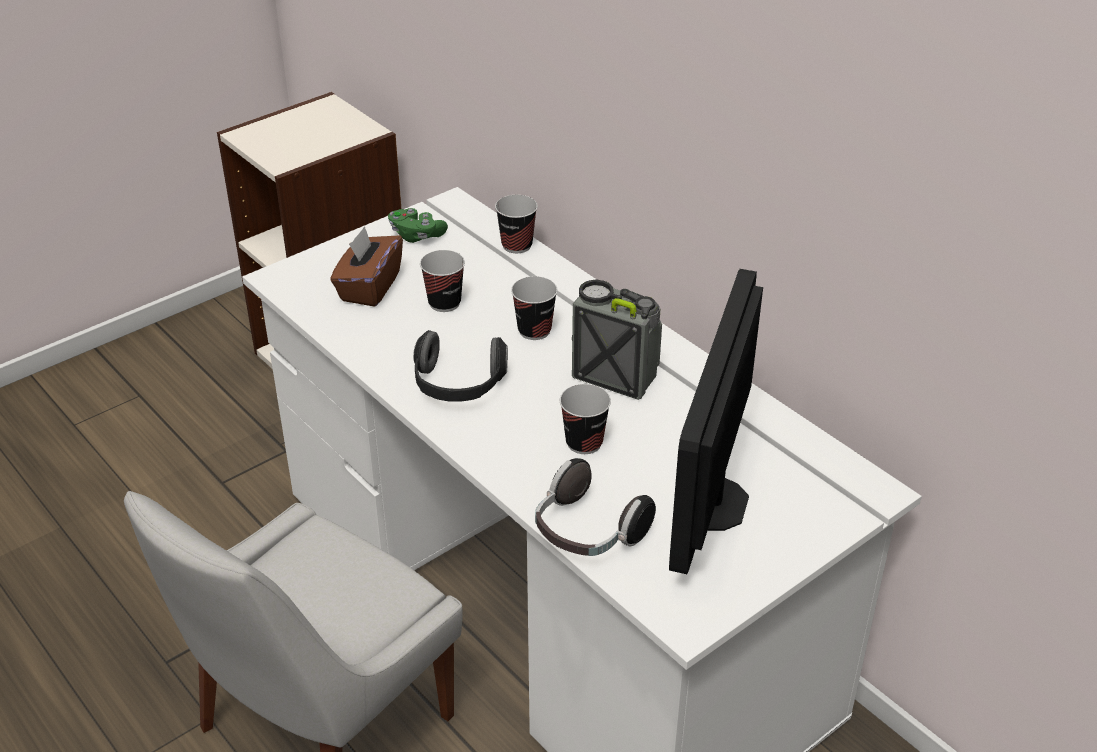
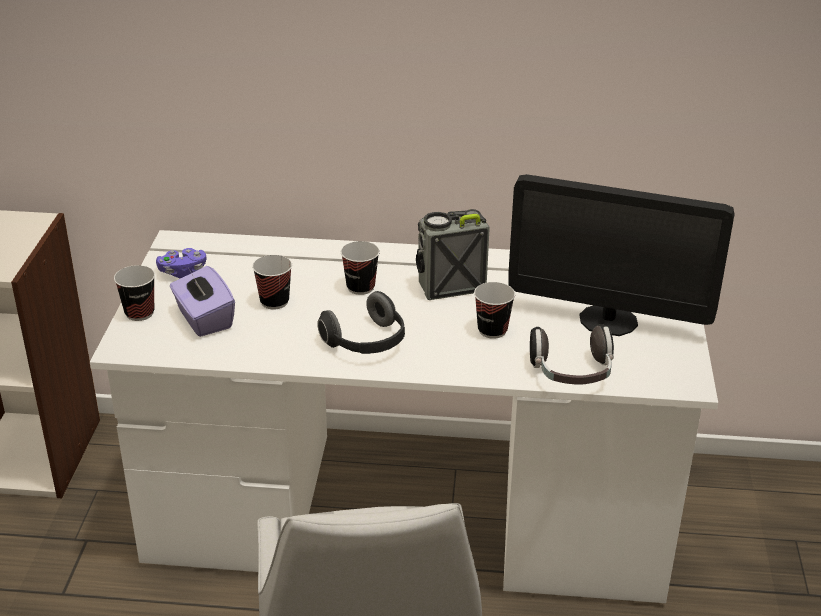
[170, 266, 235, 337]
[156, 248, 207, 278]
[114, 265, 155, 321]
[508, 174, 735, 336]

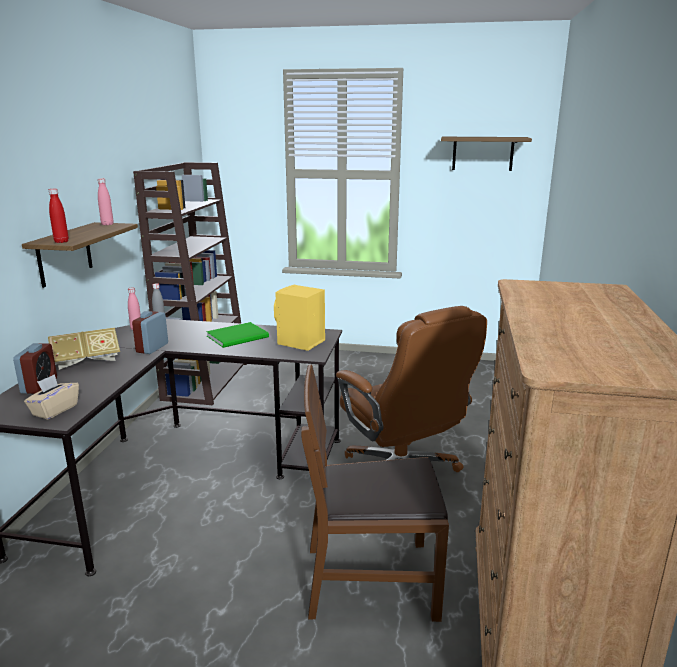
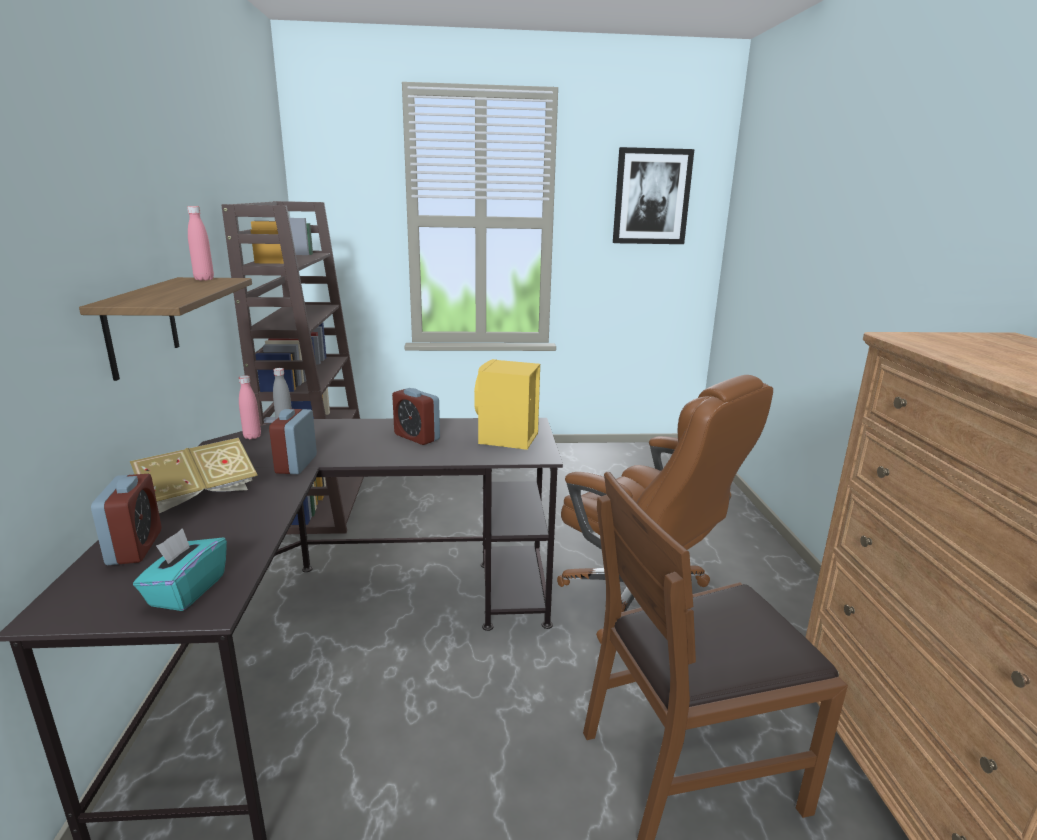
[133, 528, 227, 611]
[49, 189, 69, 243] (first image)
[392, 388, 440, 445]
[613, 147, 694, 244]

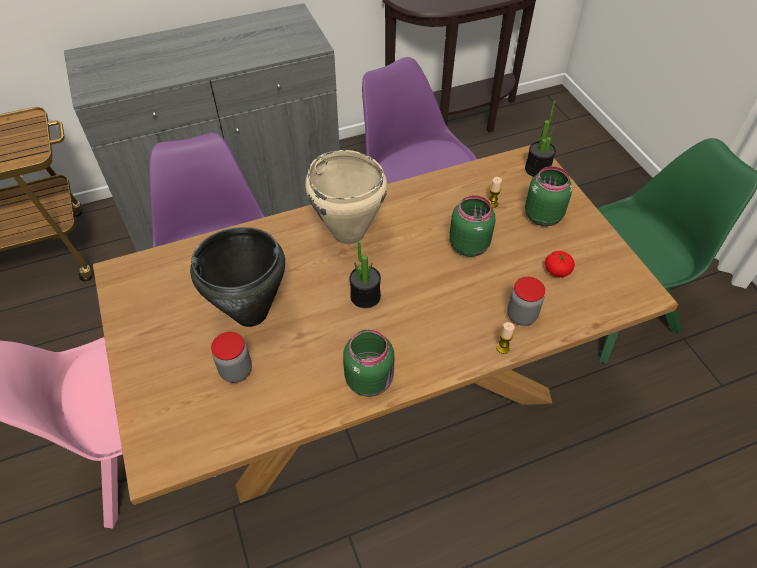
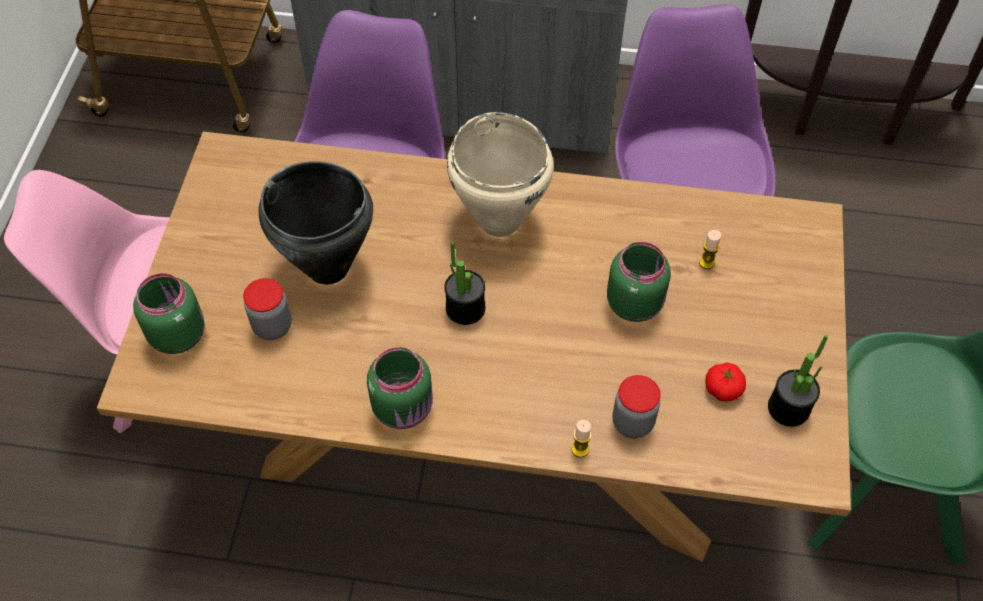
[768, 334, 828, 427]
[133, 273, 205, 354]

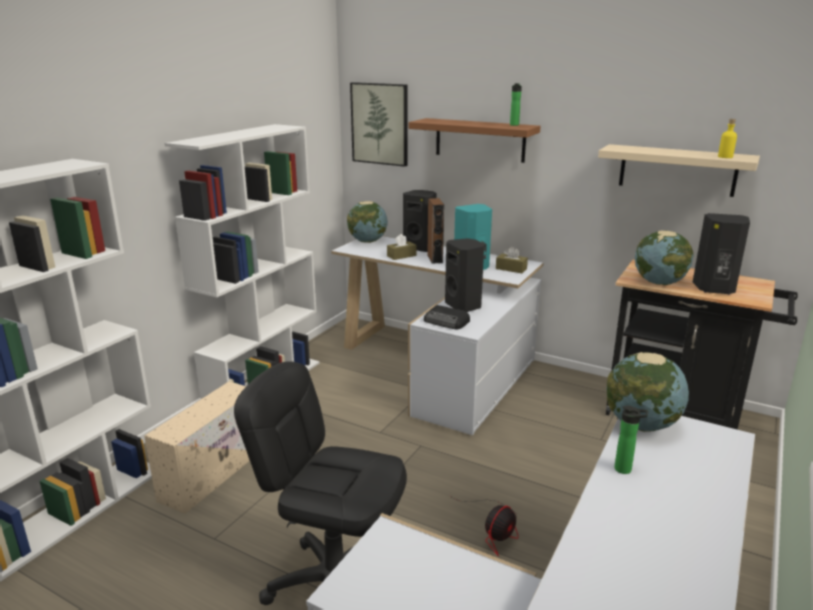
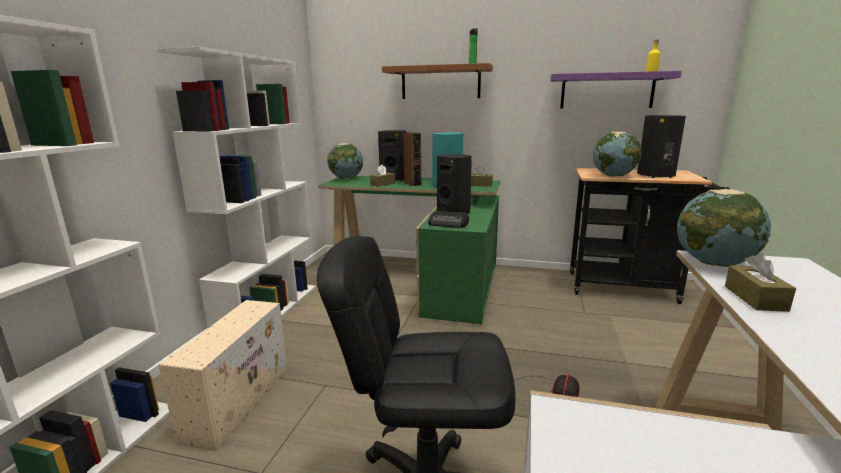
[318, 176, 500, 324]
[350, 82, 407, 167] (first image)
[550, 71, 682, 109]
[725, 253, 796, 312]

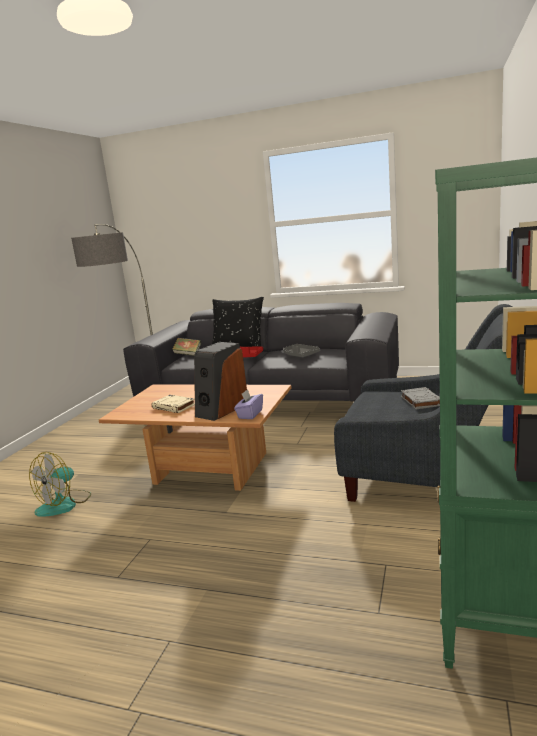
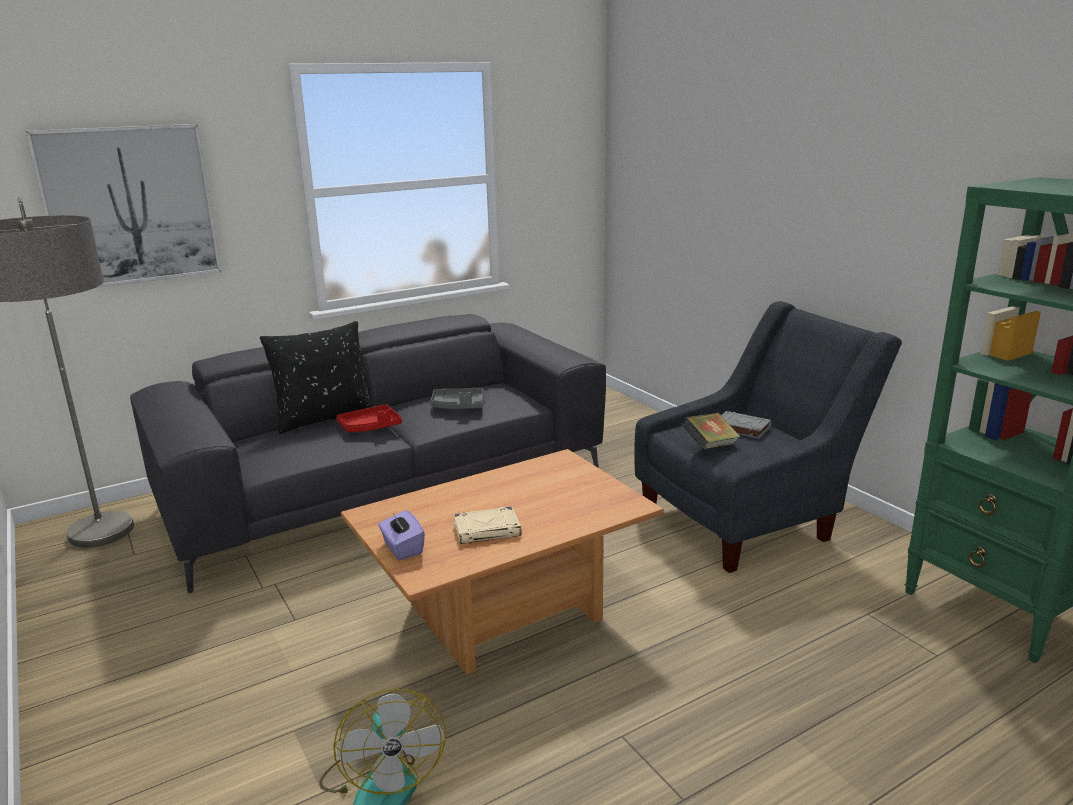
[681, 413, 740, 449]
[194, 342, 247, 421] (first image)
[378, 510, 425, 560]
[26, 124, 222, 288]

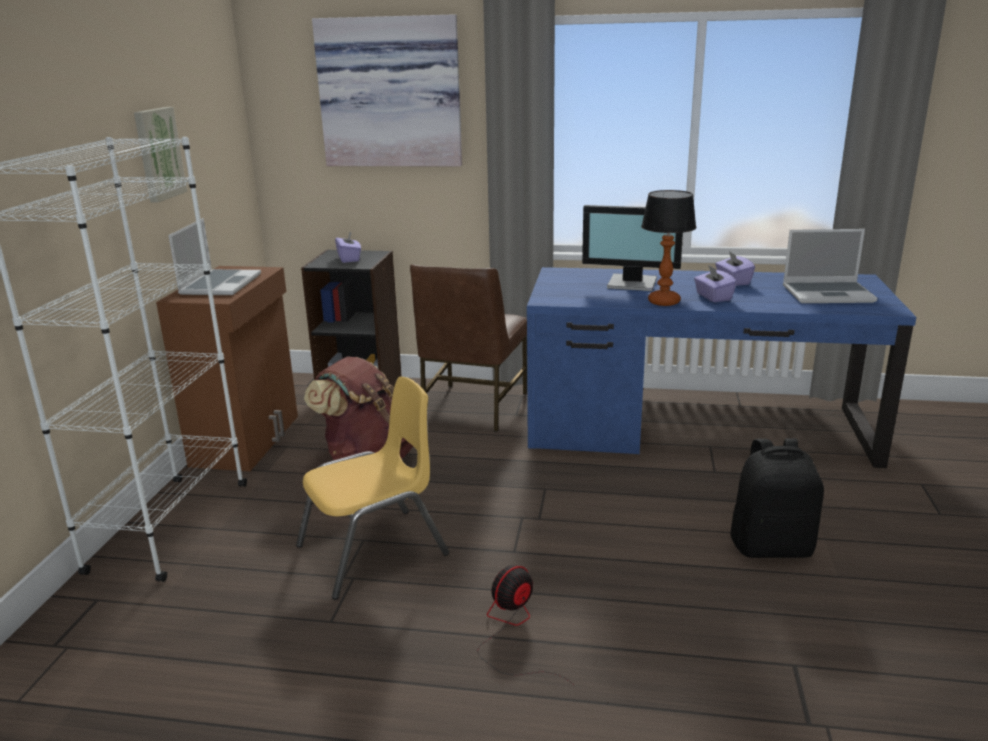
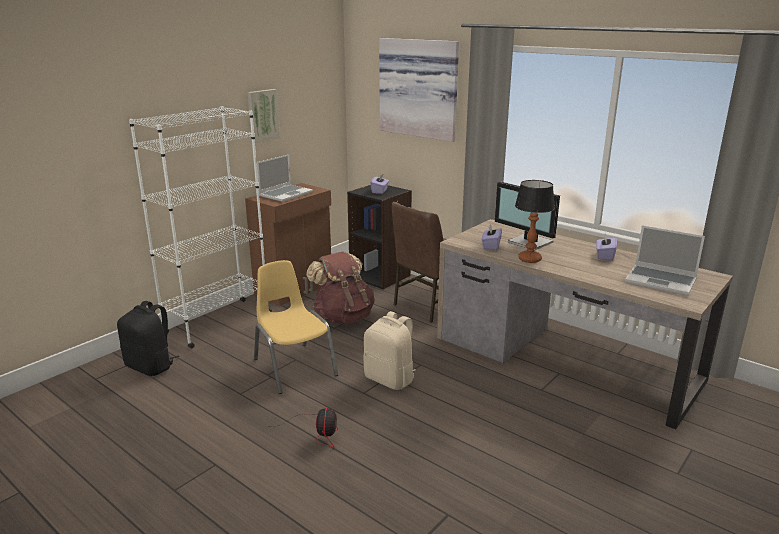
[254, 260, 338, 394]
[264, 407, 338, 448]
[437, 219, 733, 429]
[482, 224, 502, 250]
[117, 301, 179, 376]
[363, 311, 416, 390]

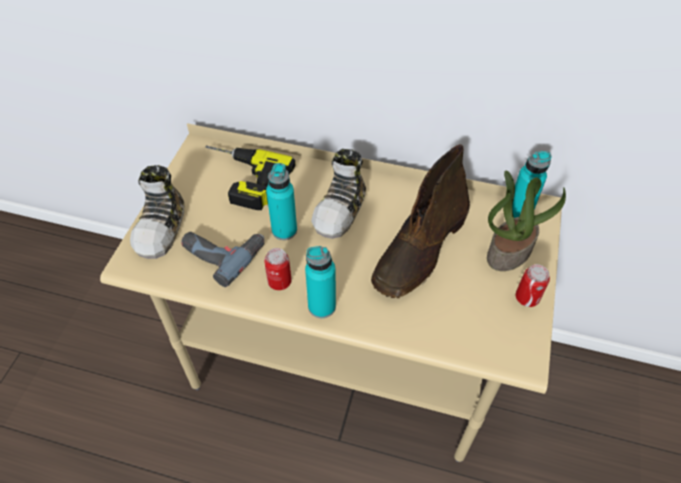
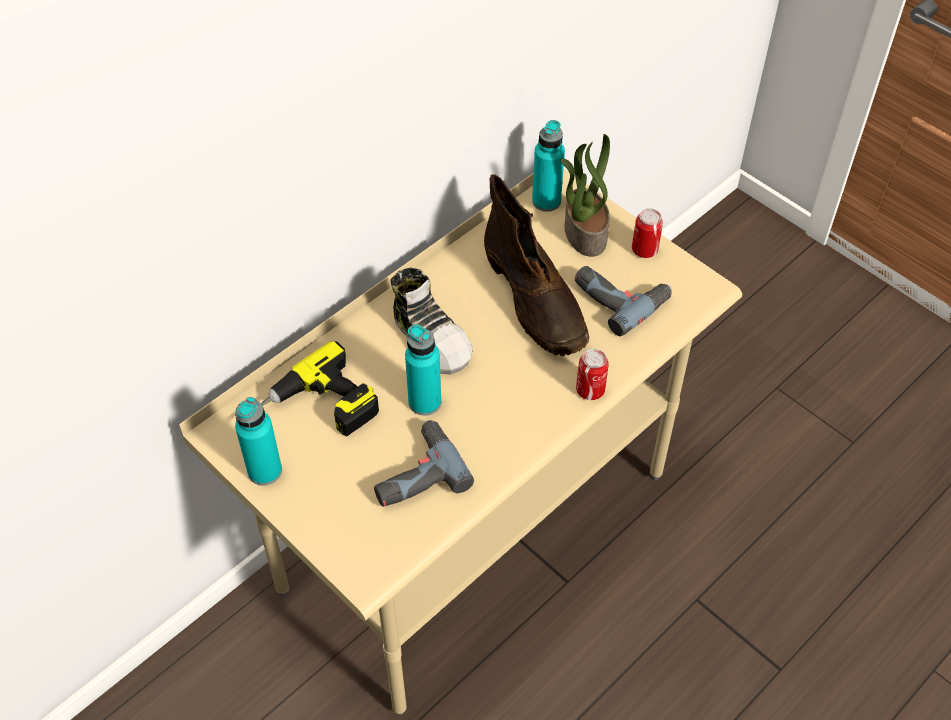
[130, 165, 184, 259] (first image)
[576, 349, 609, 400]
[235, 397, 282, 485]
[575, 266, 672, 336]

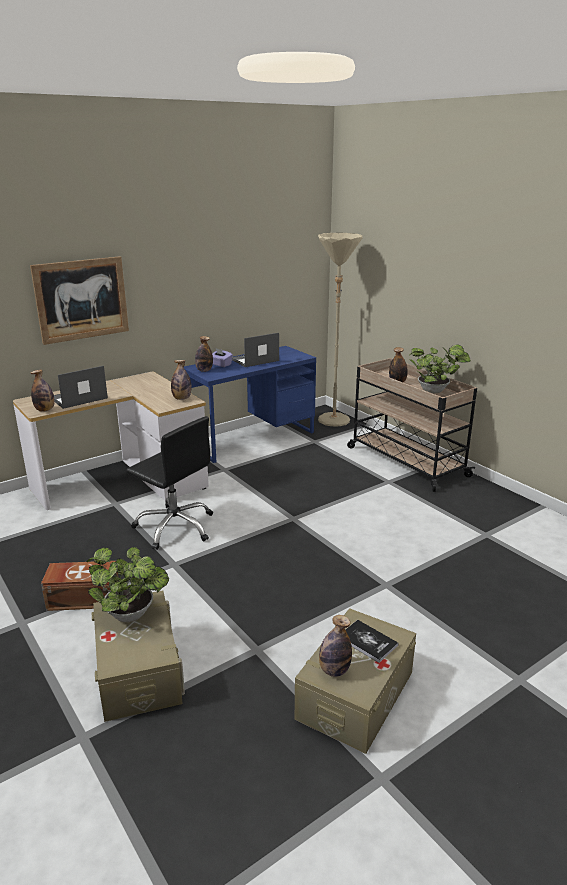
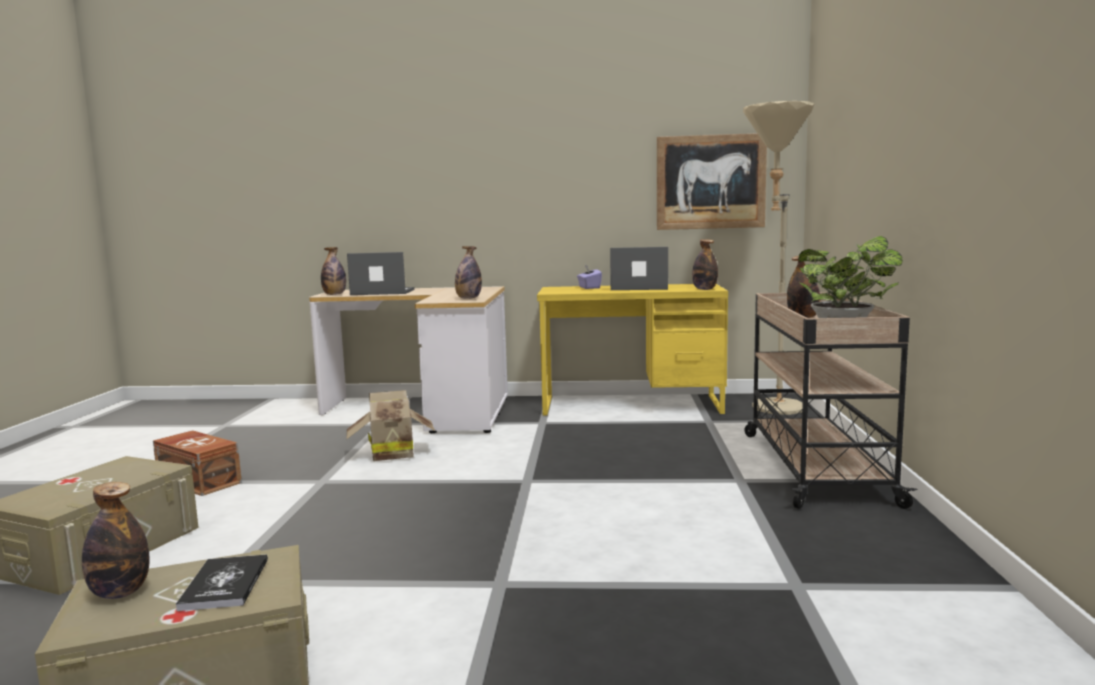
[657, 133, 767, 230]
[87, 547, 169, 622] (first image)
[346, 390, 435, 461]
[537, 284, 728, 416]
[692, 239, 718, 290]

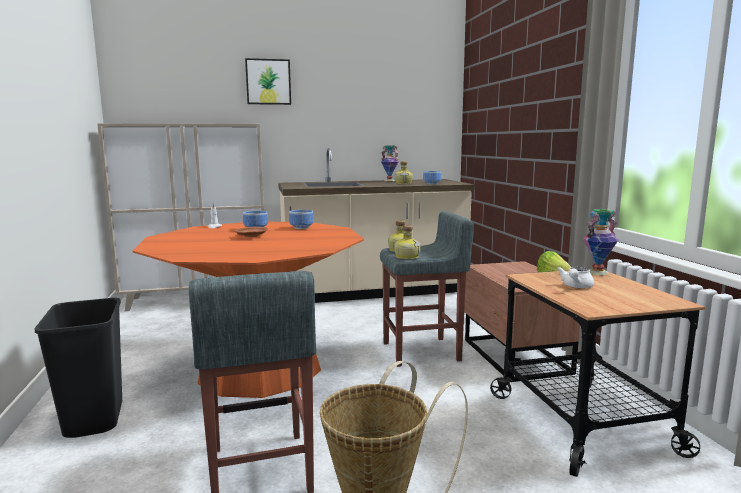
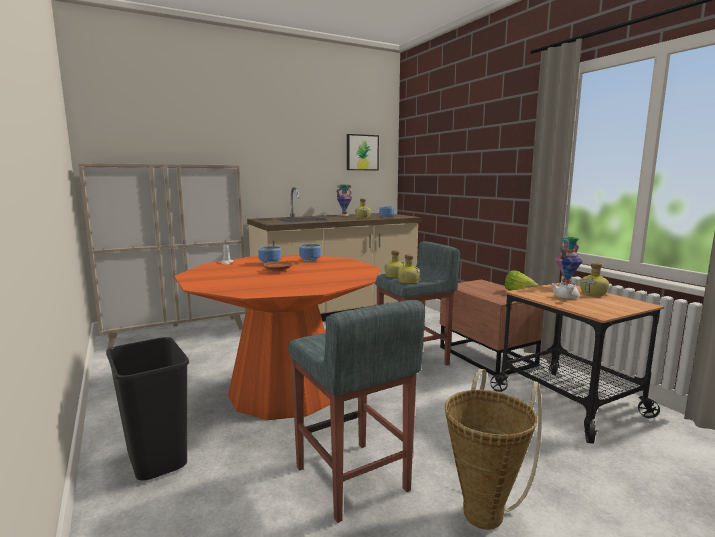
[347, 134, 379, 170]
[580, 262, 609, 296]

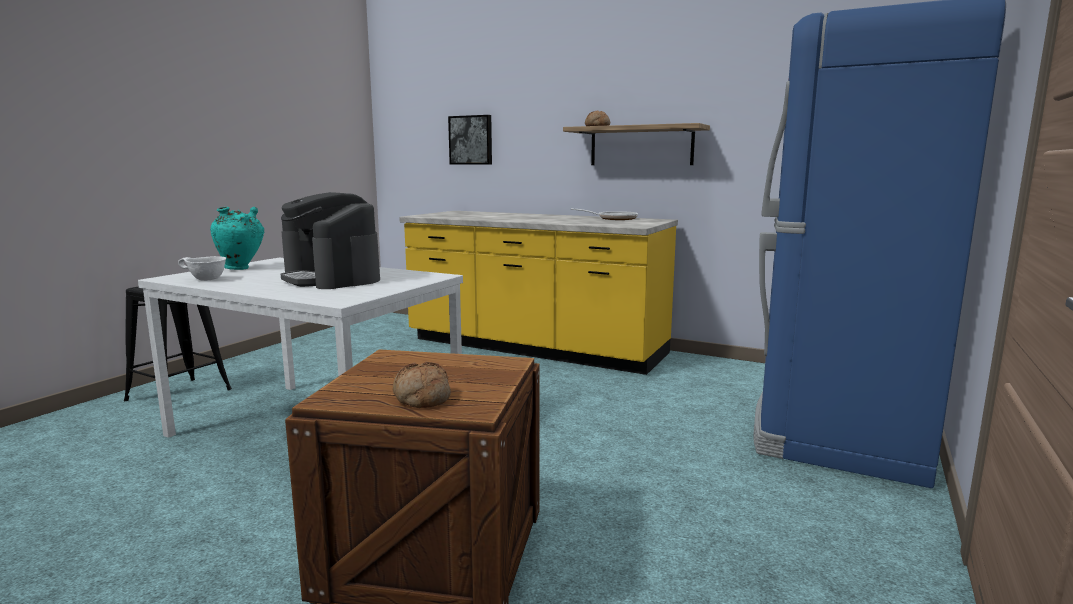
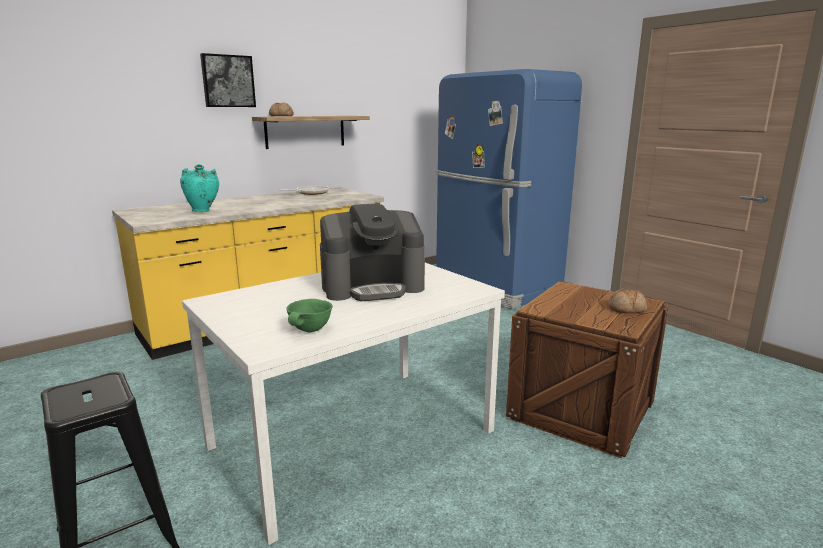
[286, 299, 333, 332]
[180, 164, 219, 212]
[200, 53, 256, 107]

